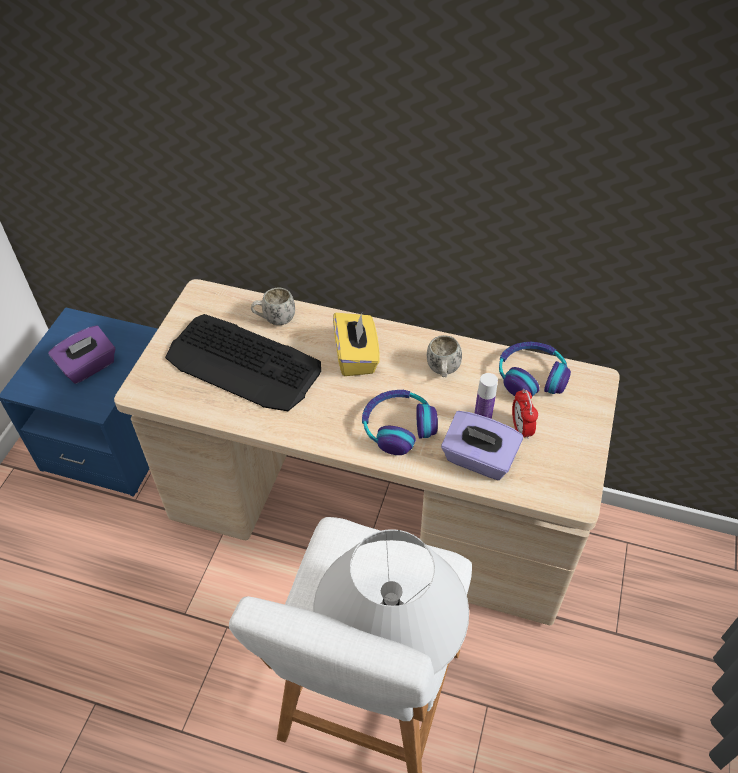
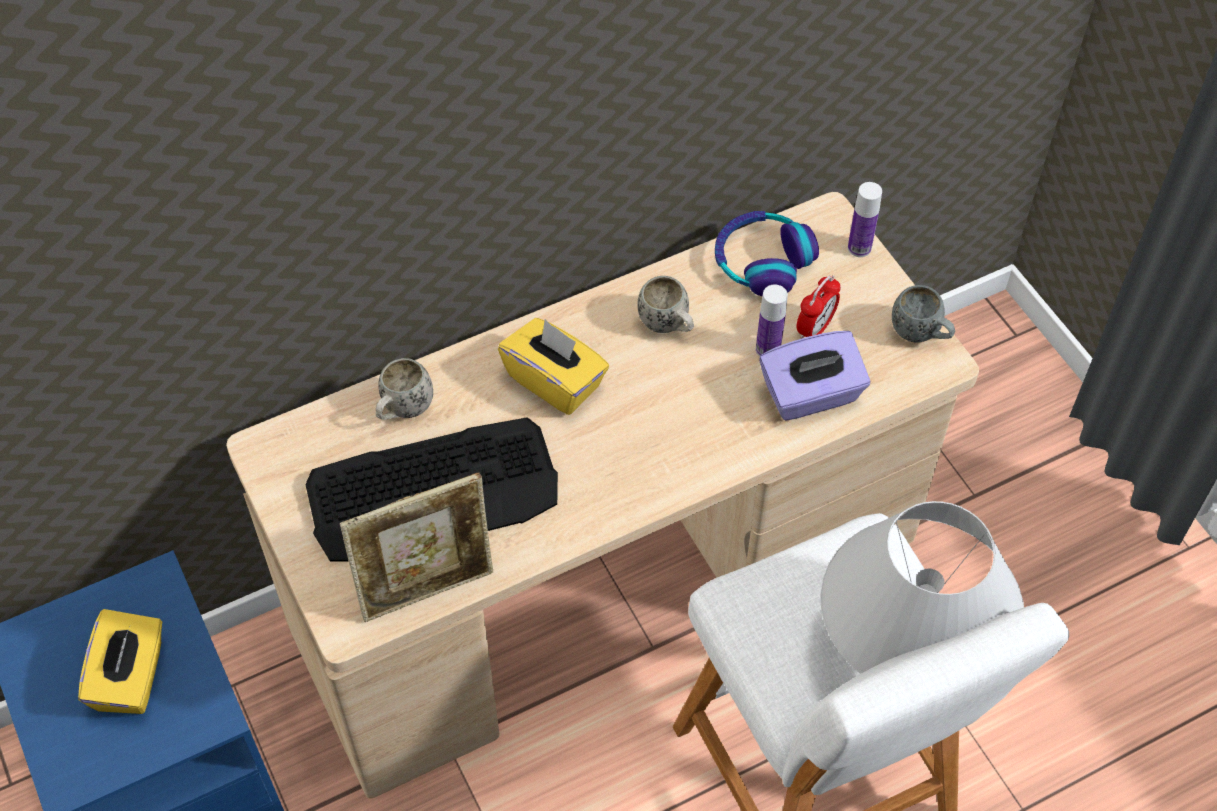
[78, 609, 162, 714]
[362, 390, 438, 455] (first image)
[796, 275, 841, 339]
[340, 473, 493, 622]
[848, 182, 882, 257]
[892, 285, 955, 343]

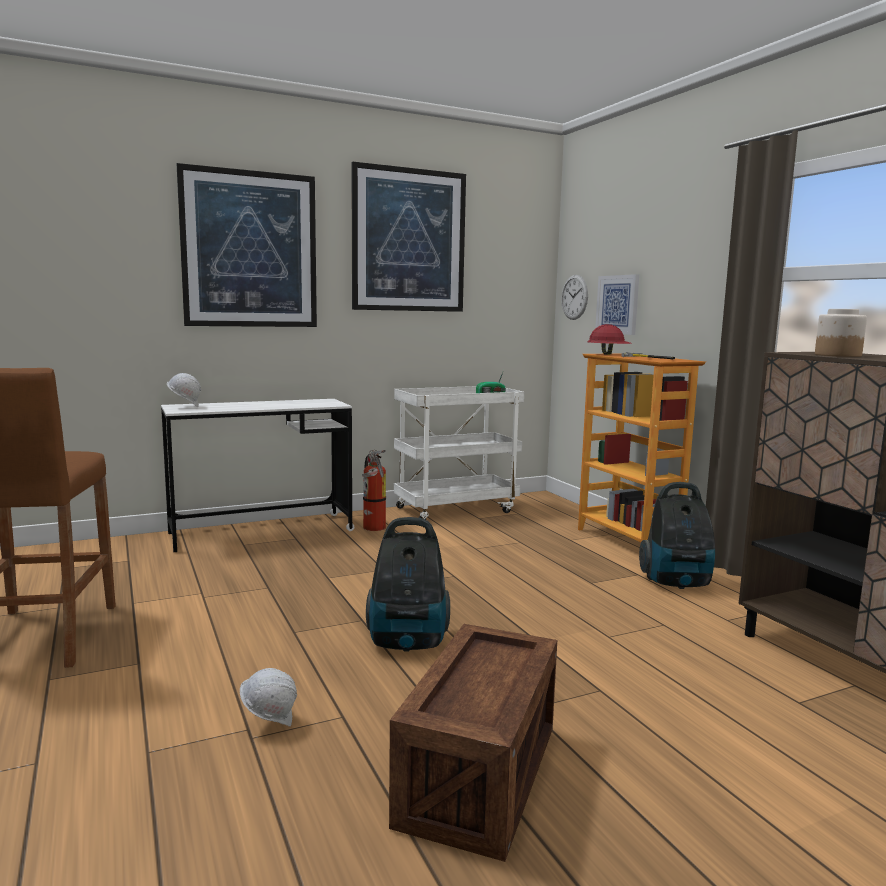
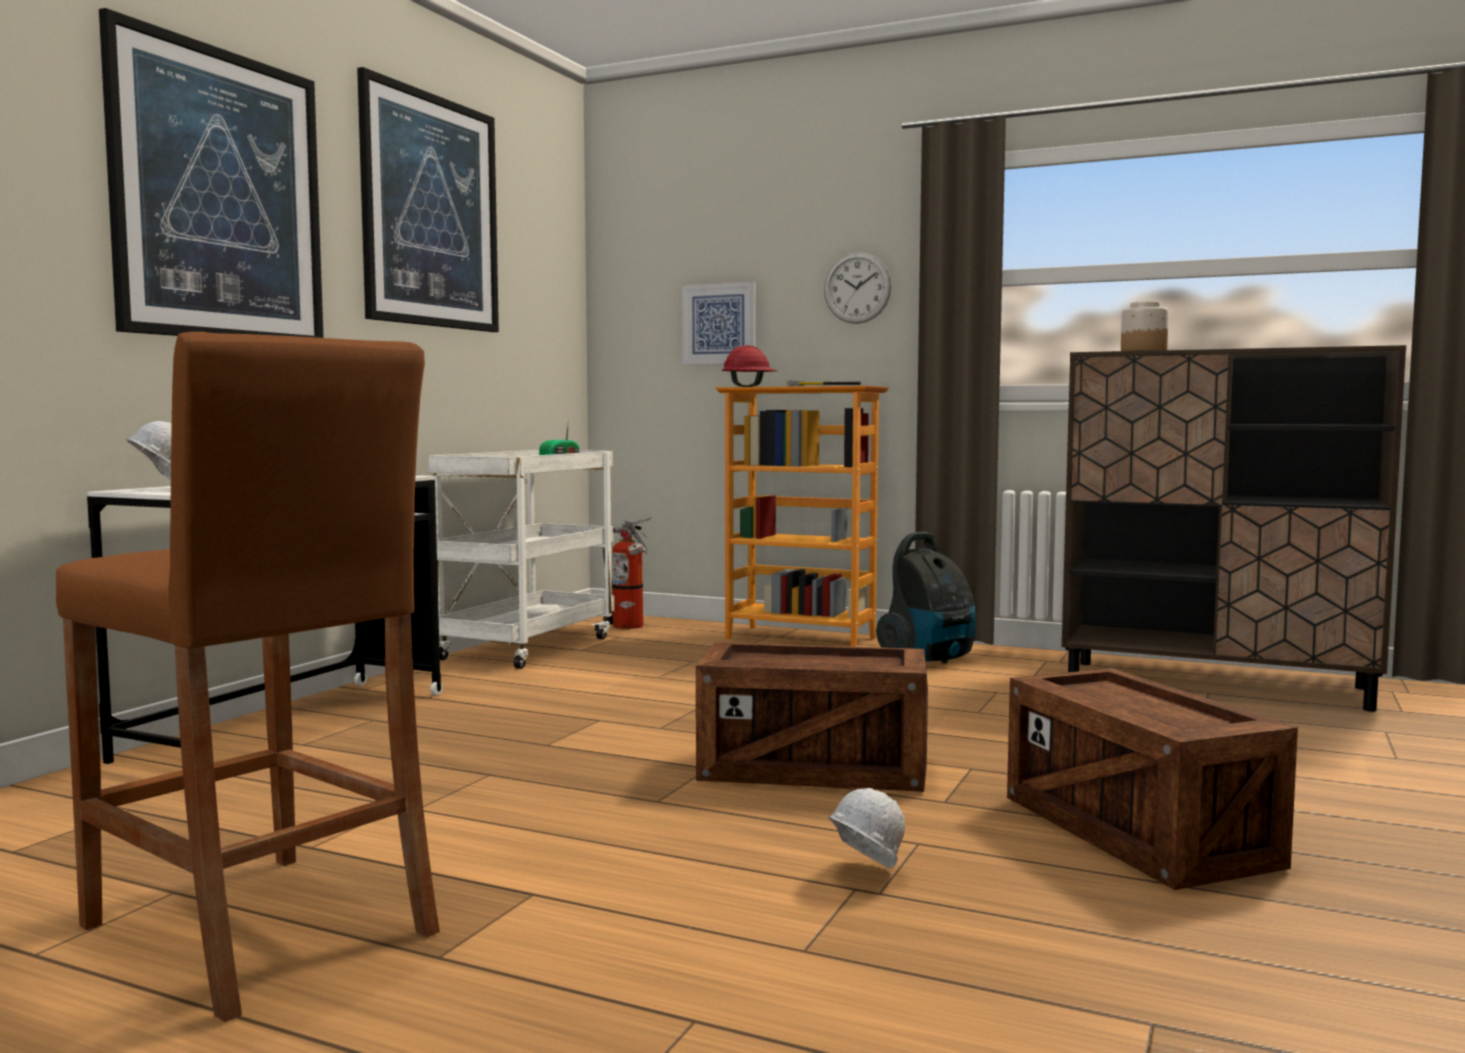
[603, 517, 652, 629]
[696, 642, 928, 792]
[824, 252, 892, 324]

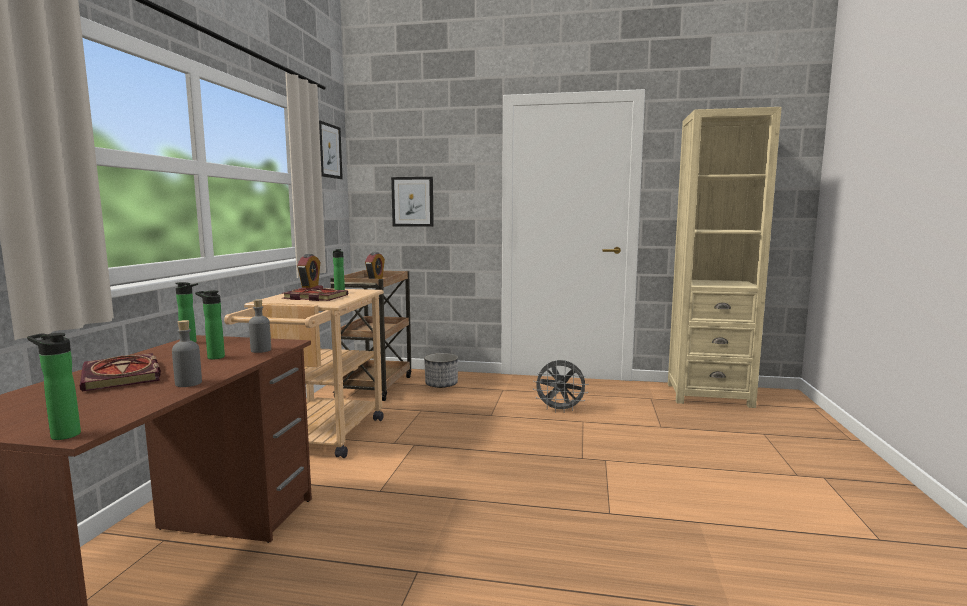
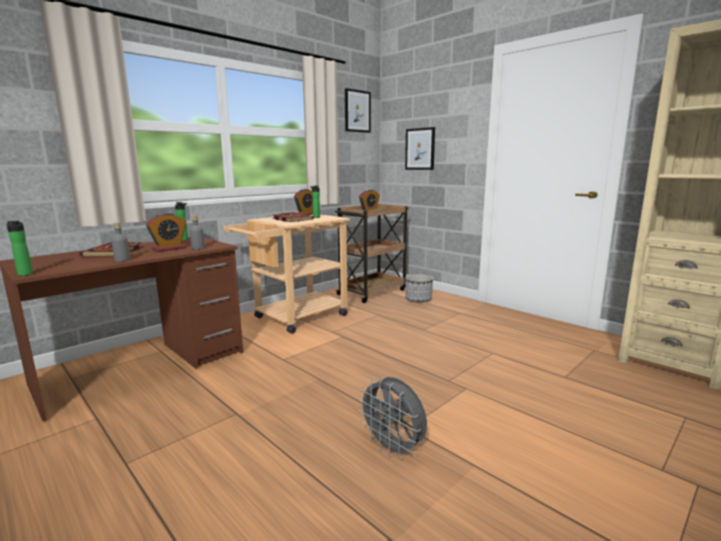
[146, 213, 186, 252]
[357, 377, 427, 460]

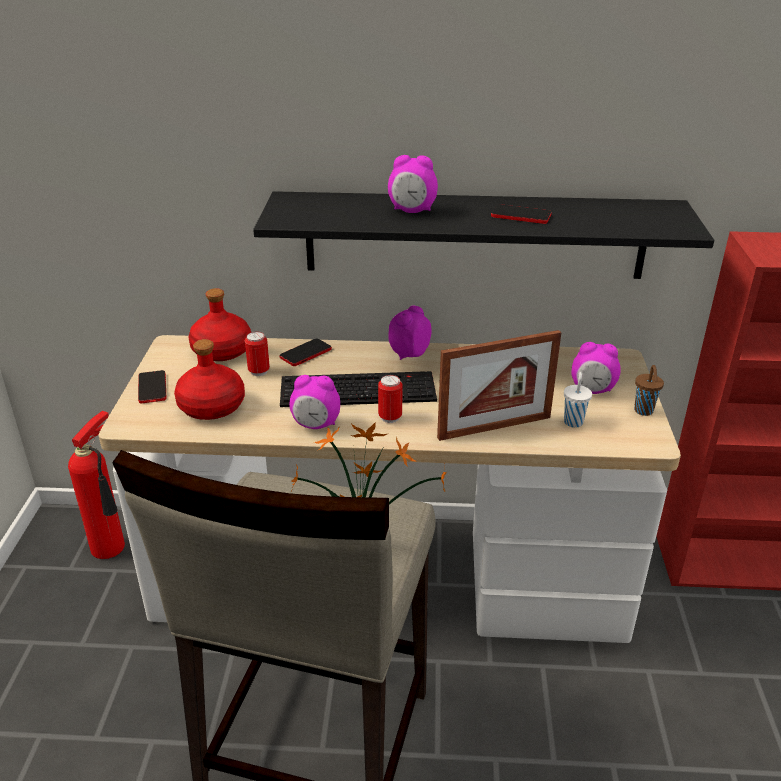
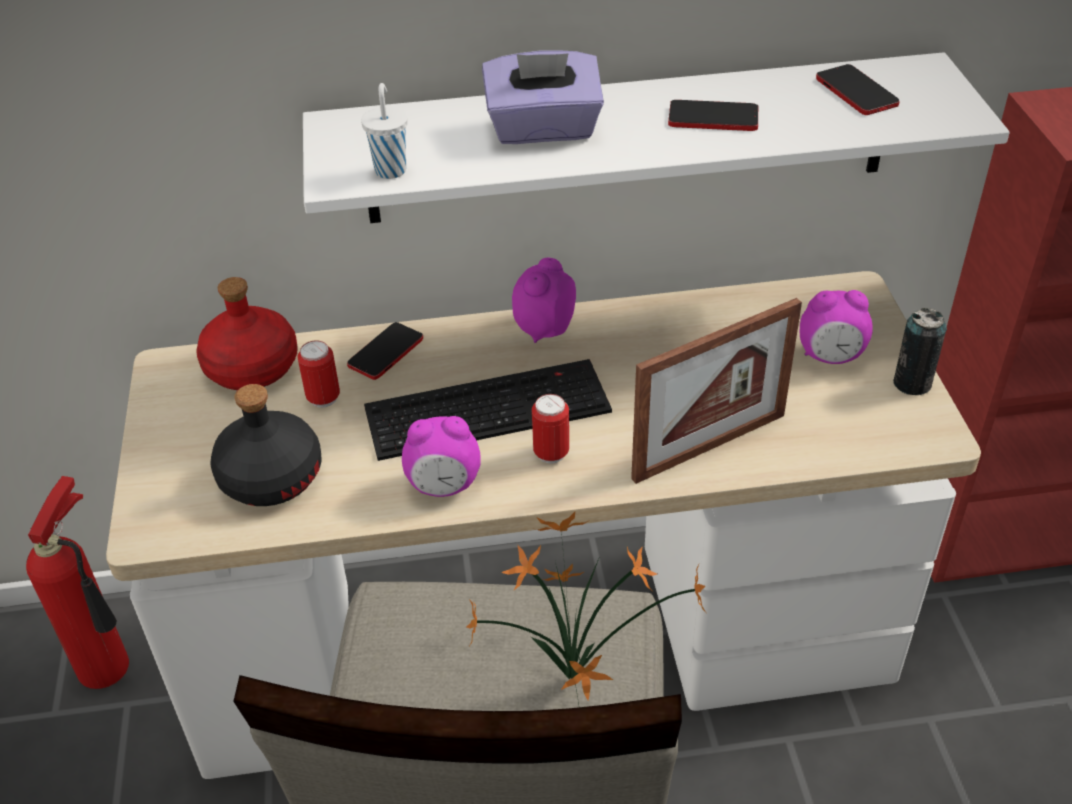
[816, 64, 900, 115]
[210, 384, 321, 506]
[303, 52, 1010, 223]
[482, 50, 604, 144]
[361, 83, 408, 179]
[893, 308, 947, 395]

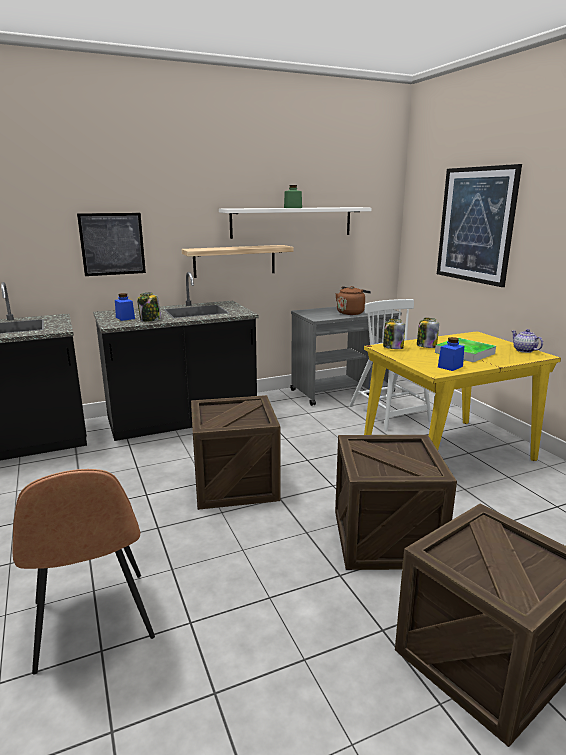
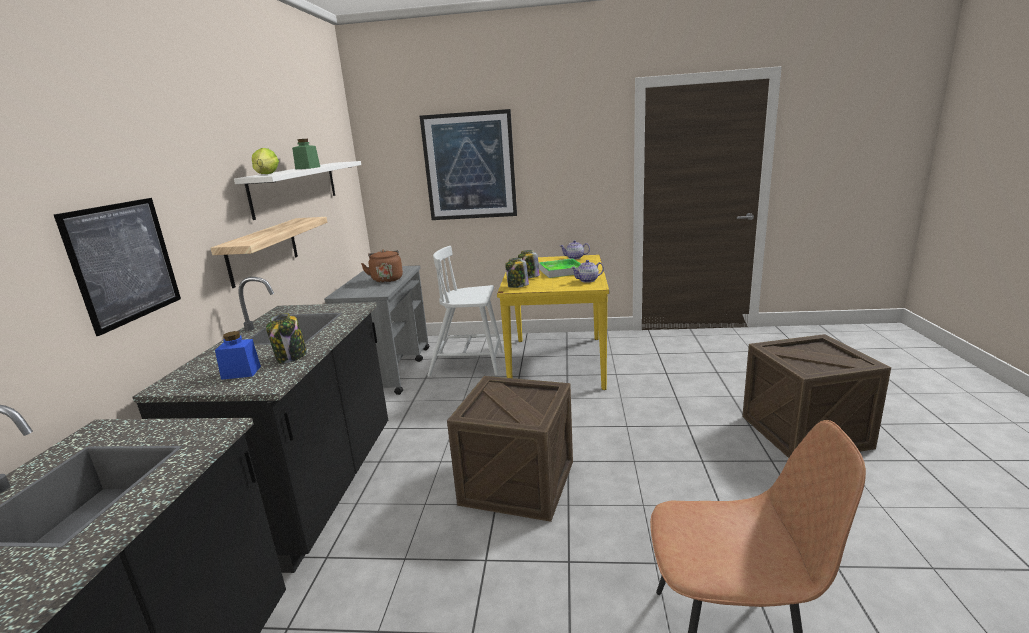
[335, 435, 457, 570] (first image)
[571, 260, 604, 283]
[252, 148, 279, 174]

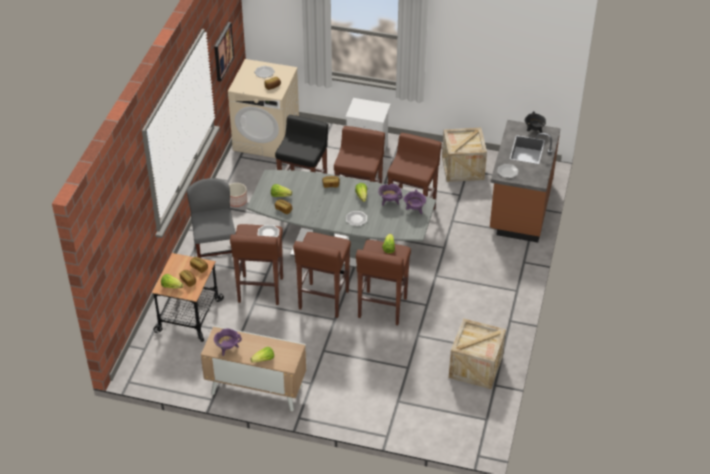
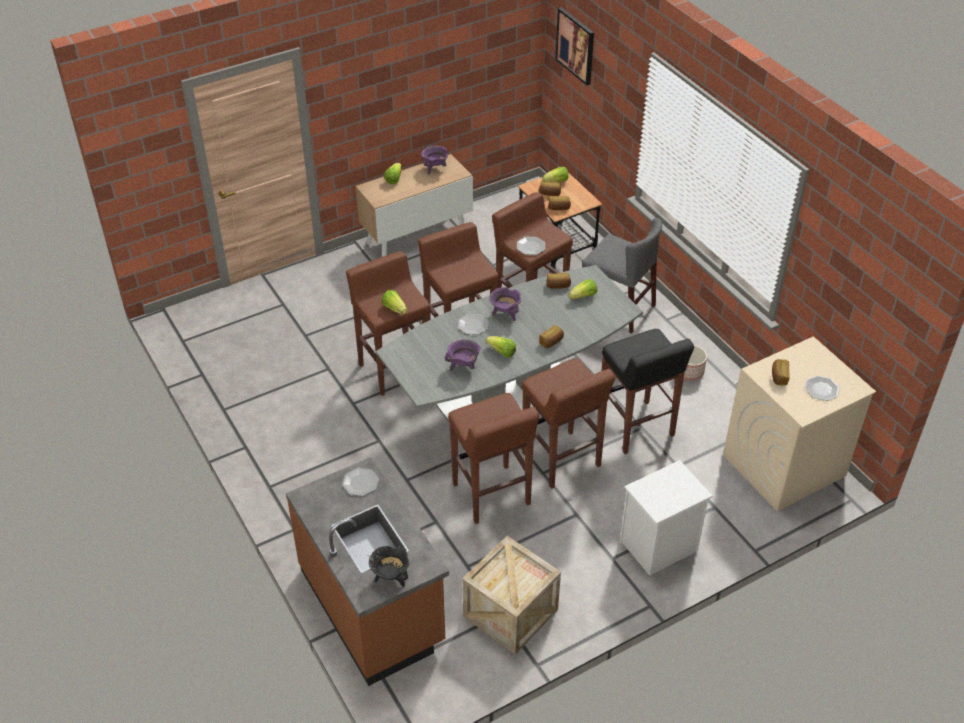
[555, 7, 594, 85]
[489, 287, 521, 321]
[449, 318, 506, 389] (first image)

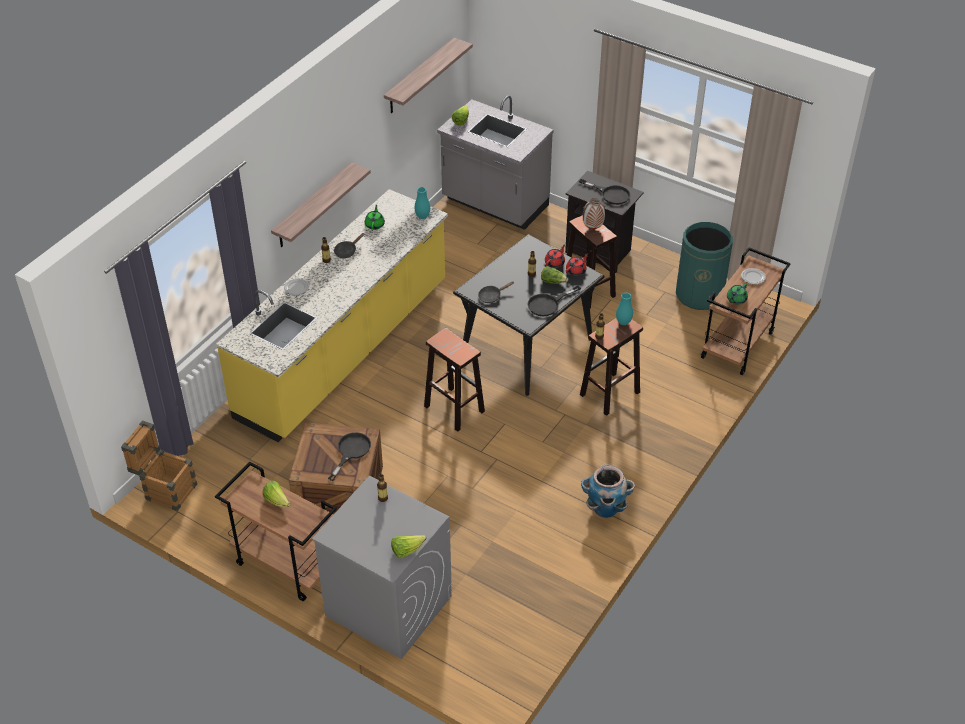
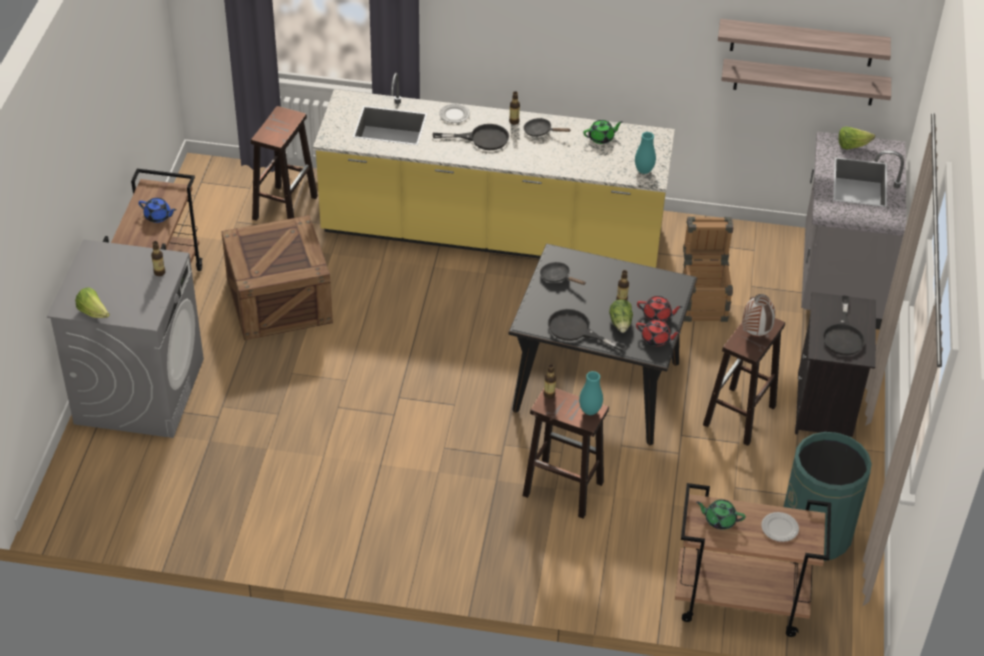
[682, 217, 733, 322]
[138, 198, 177, 223]
[721, 59, 891, 105]
[432, 124, 509, 150]
[251, 106, 318, 221]
[581, 464, 635, 518] (first image)

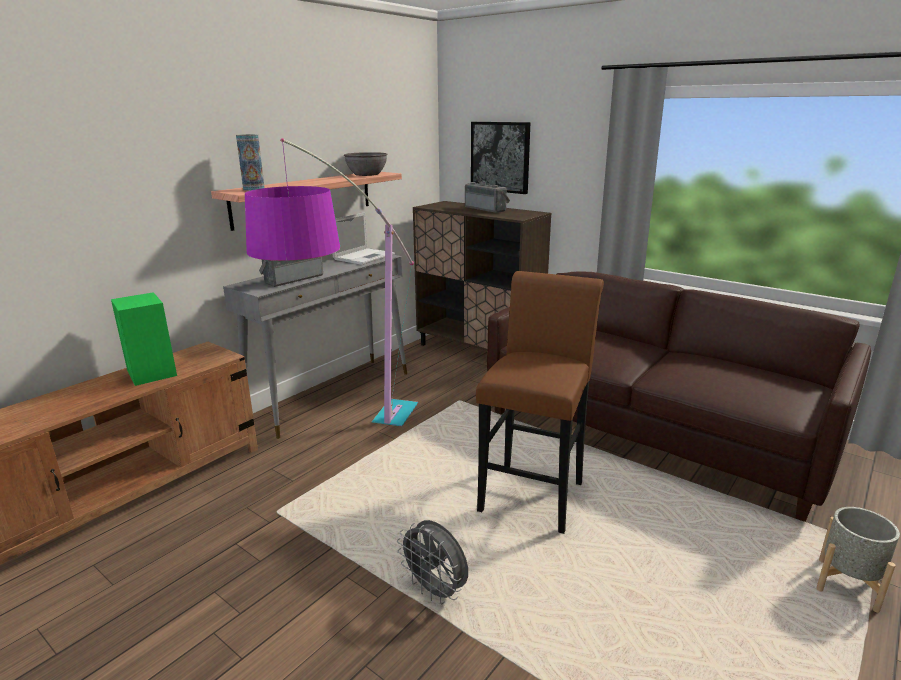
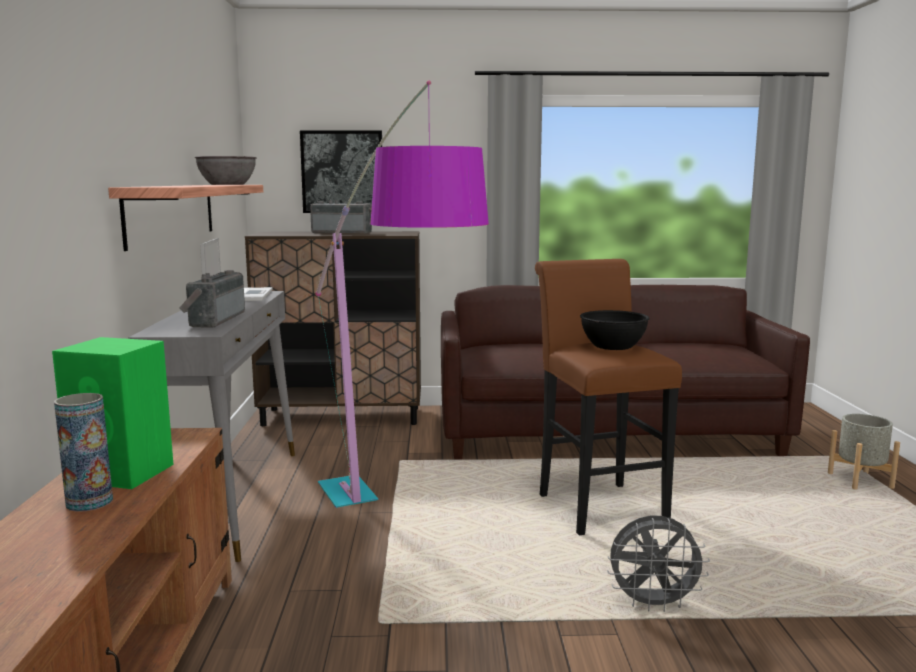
[54, 393, 113, 512]
[580, 310, 650, 350]

